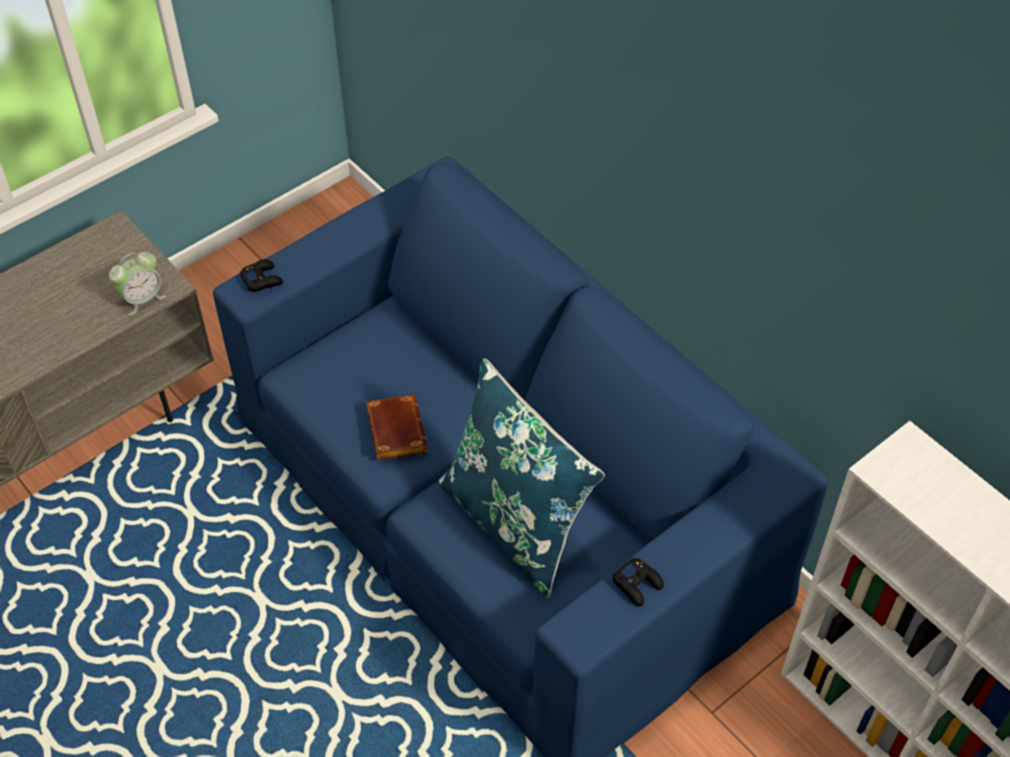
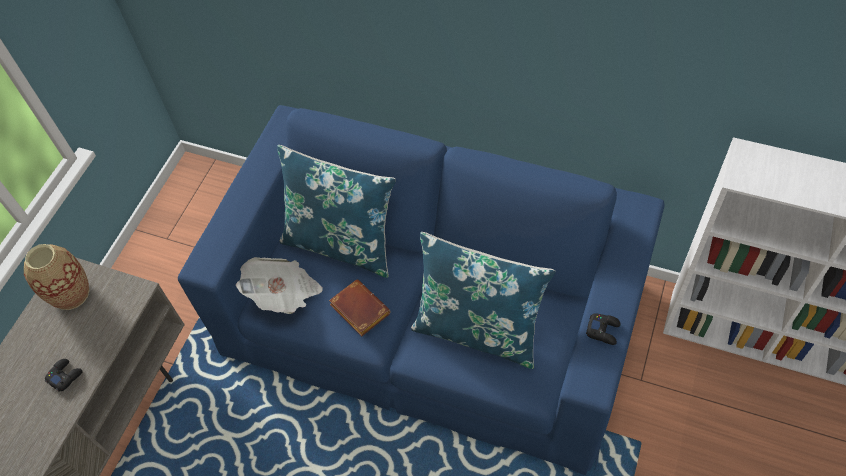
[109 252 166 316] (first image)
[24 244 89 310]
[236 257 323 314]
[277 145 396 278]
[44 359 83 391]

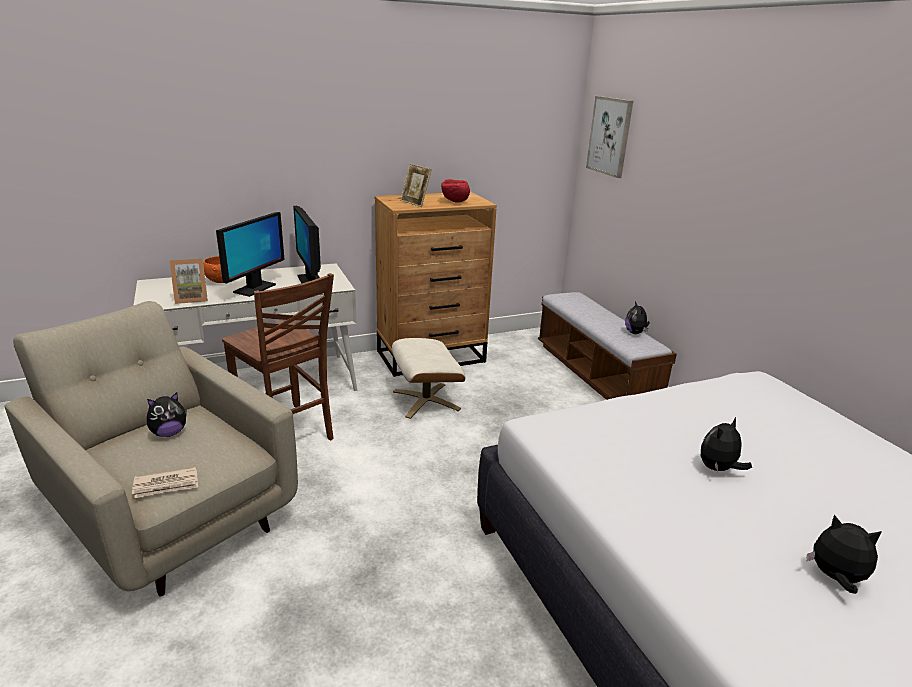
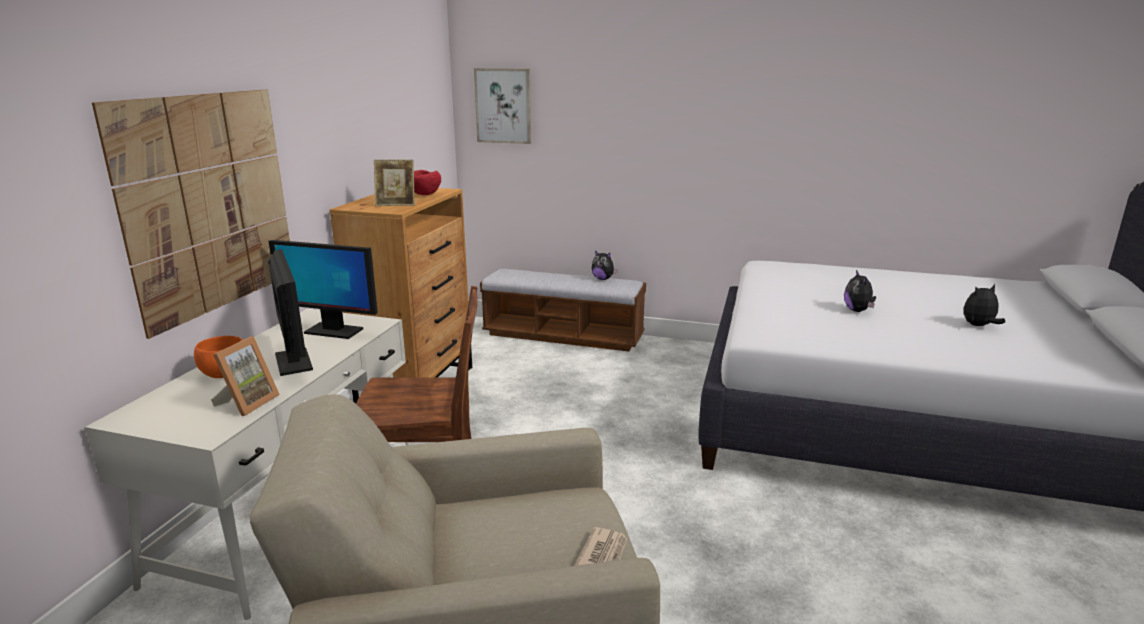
[147 392 187 437] (first image)
[392 338 466 419] (first image)
[92 89 290 339]

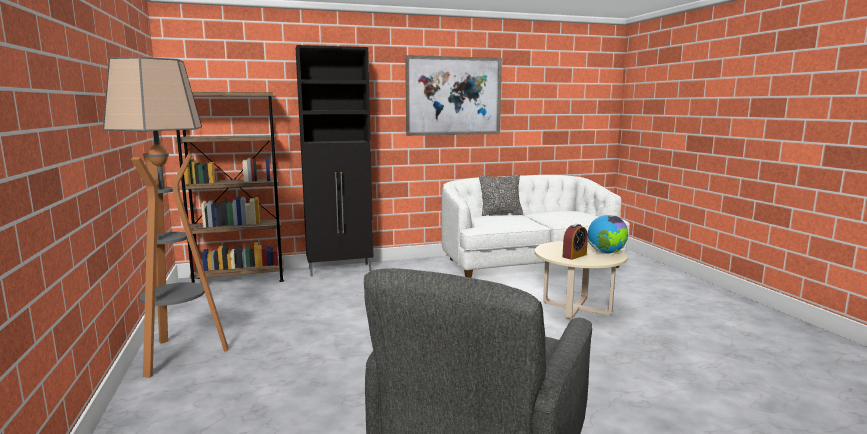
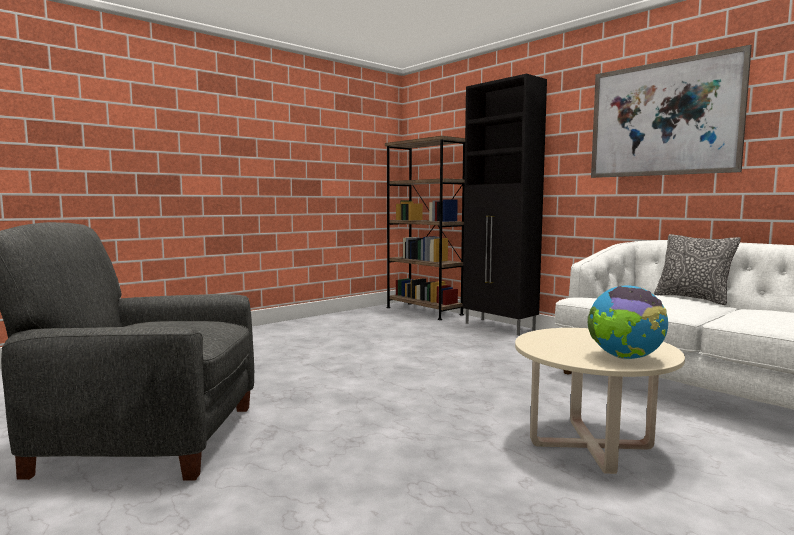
[103 57 229 378] (first image)
[562 224 588 260] (first image)

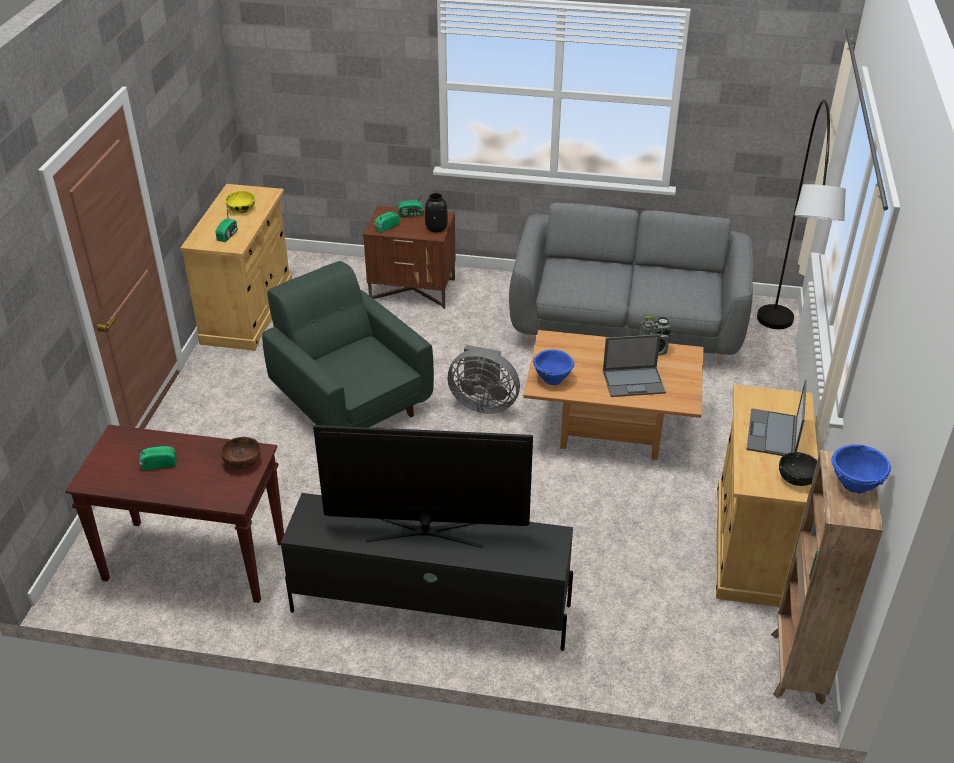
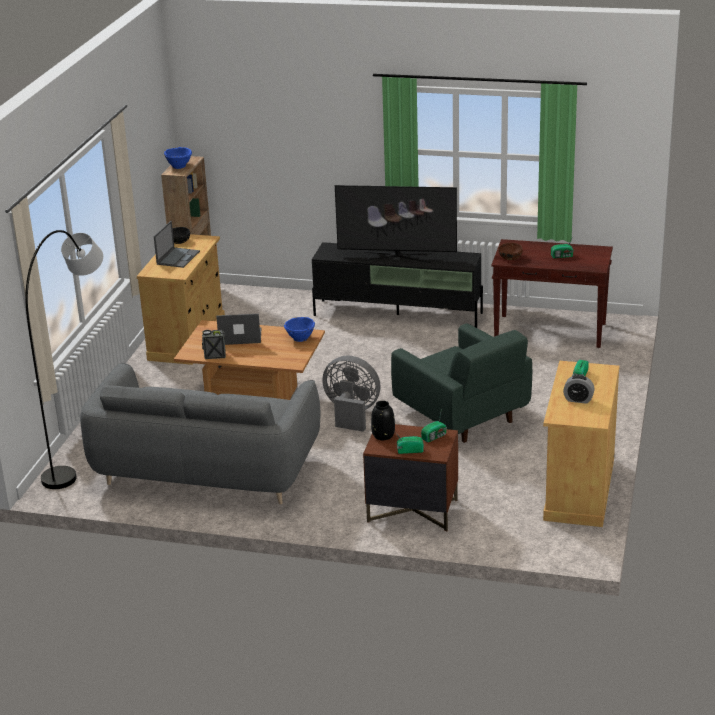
[563 375 595 404]

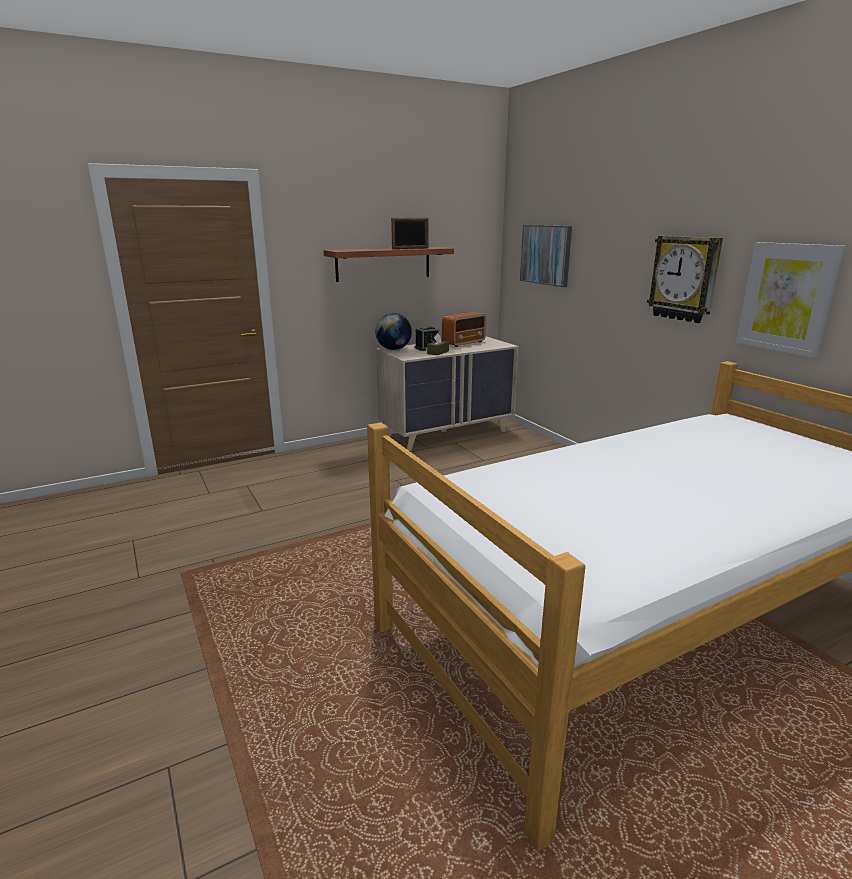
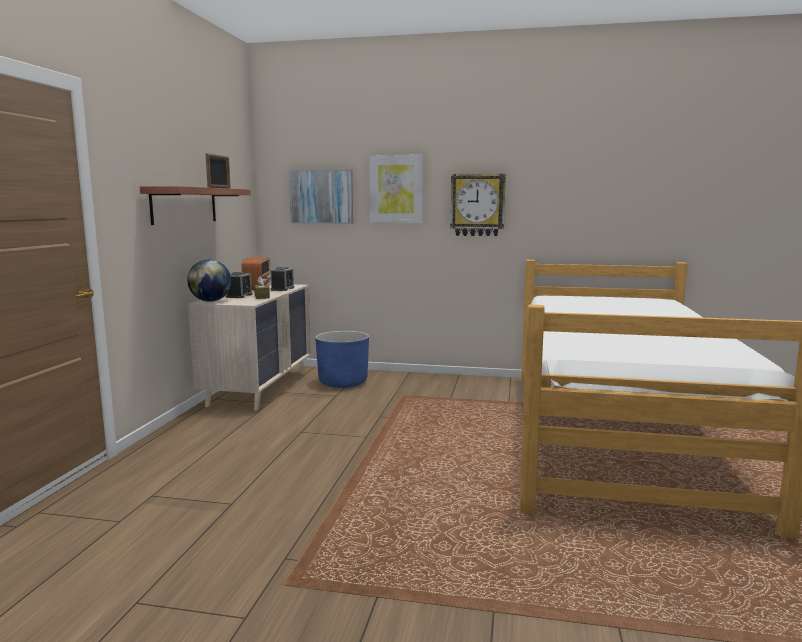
[270 267 294 291]
[315 331 369 388]
[369 155 423 223]

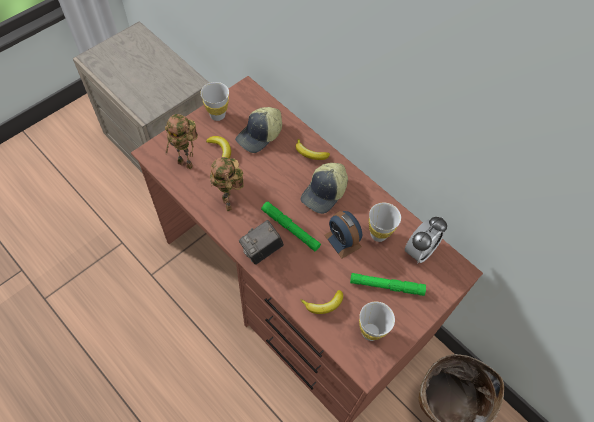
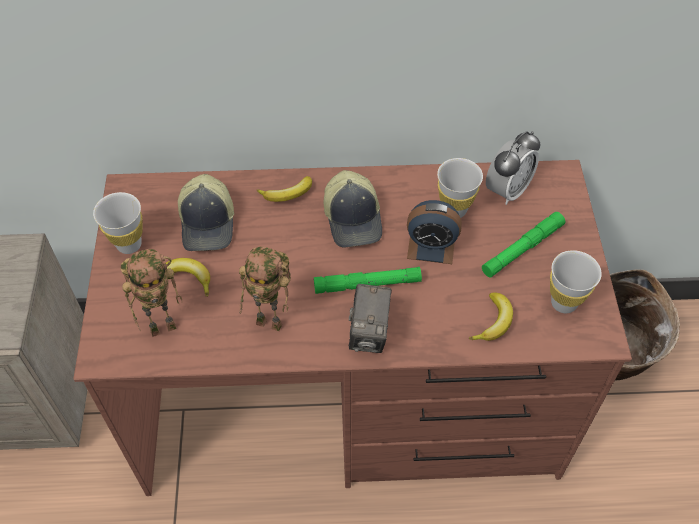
[486 131 541 205]

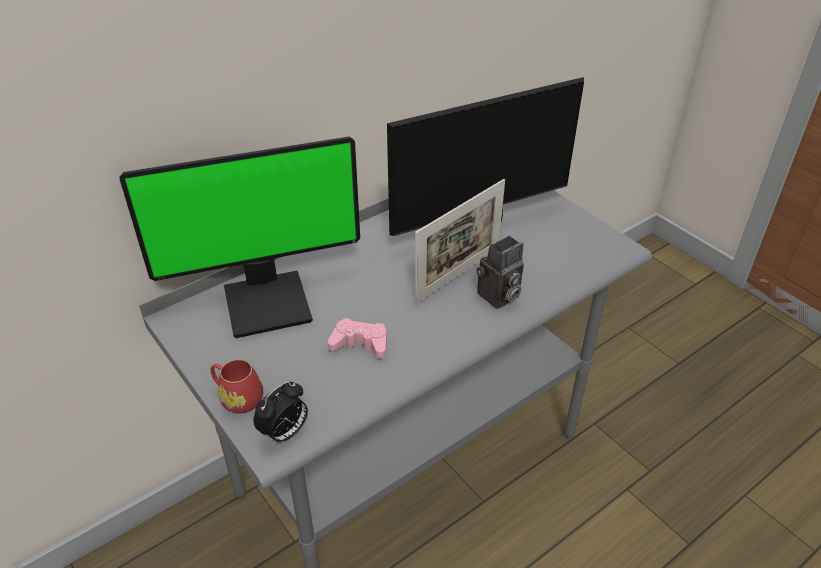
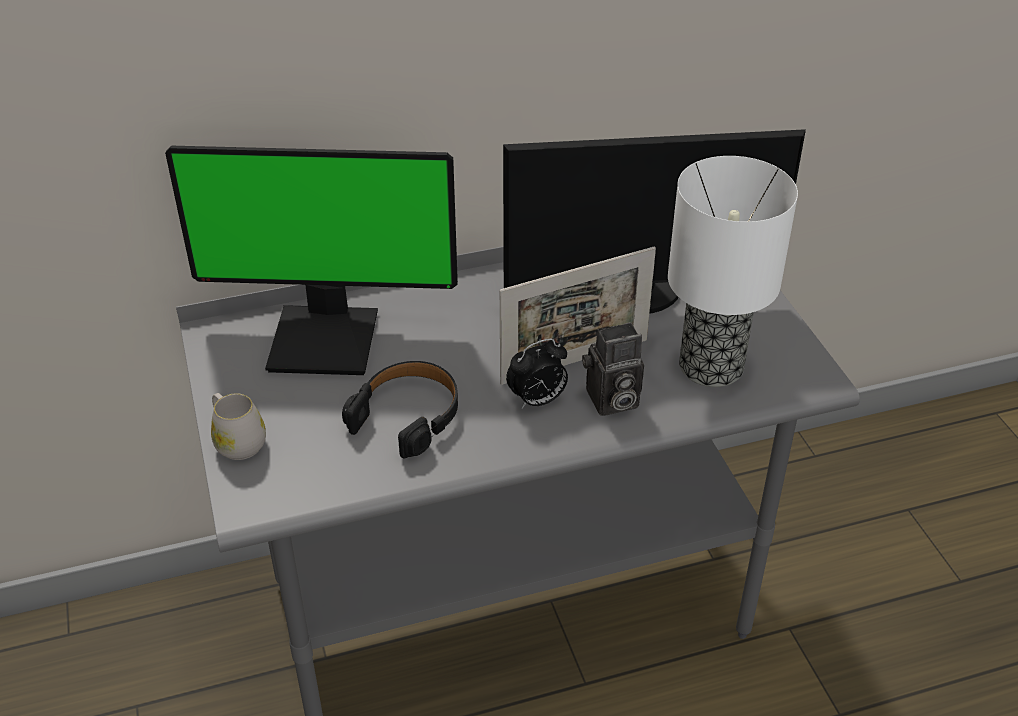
[668 156 798 387]
[506 339 568 409]
[342 361 458 459]
[211 393 266 460]

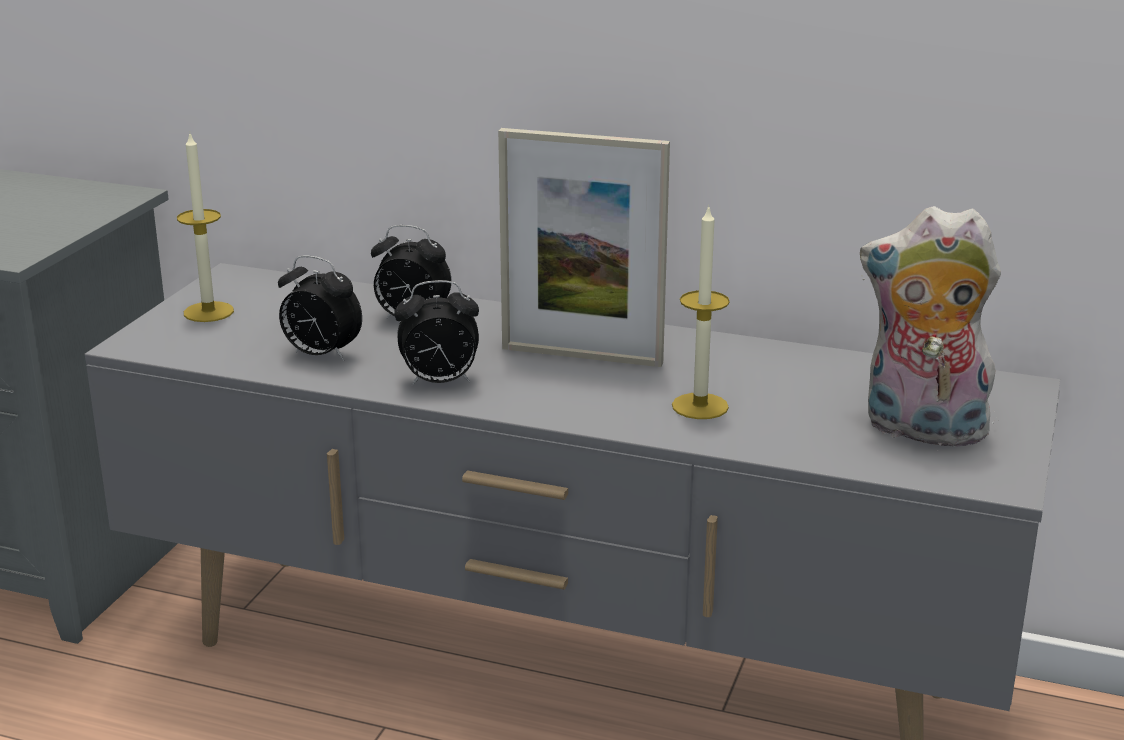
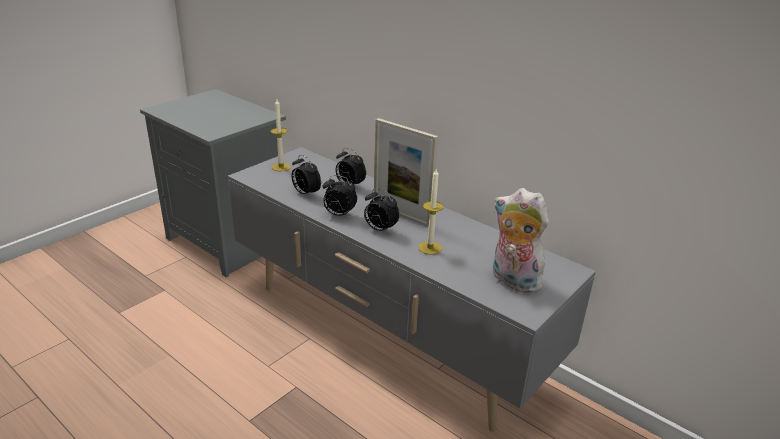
[364 188 399 234]

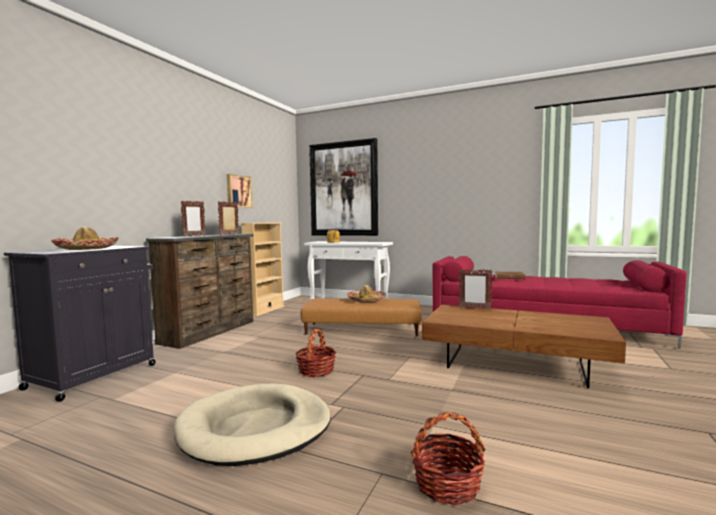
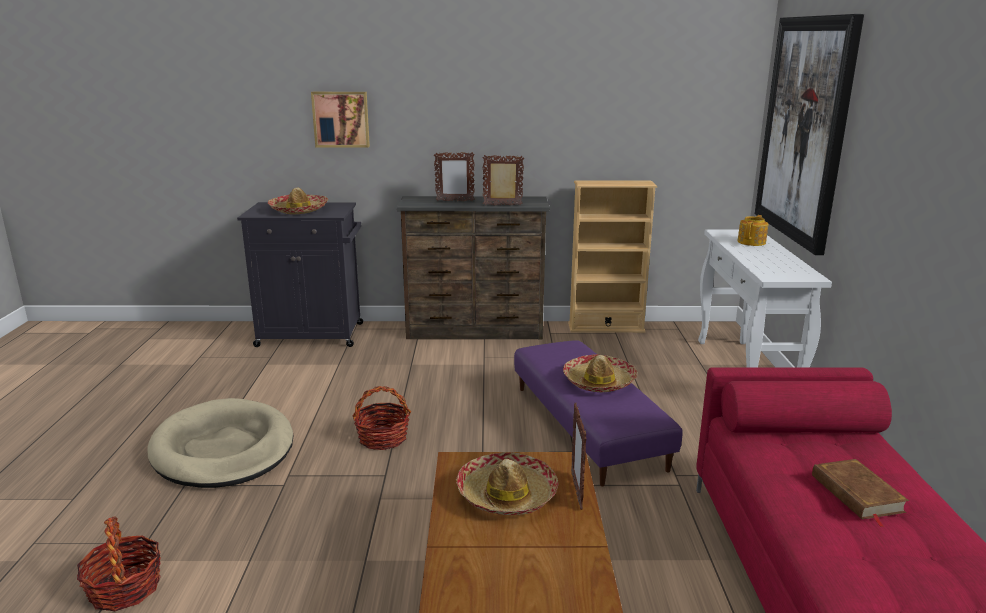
[456 452 558 515]
[311 92 370 148]
[514 340 683 486]

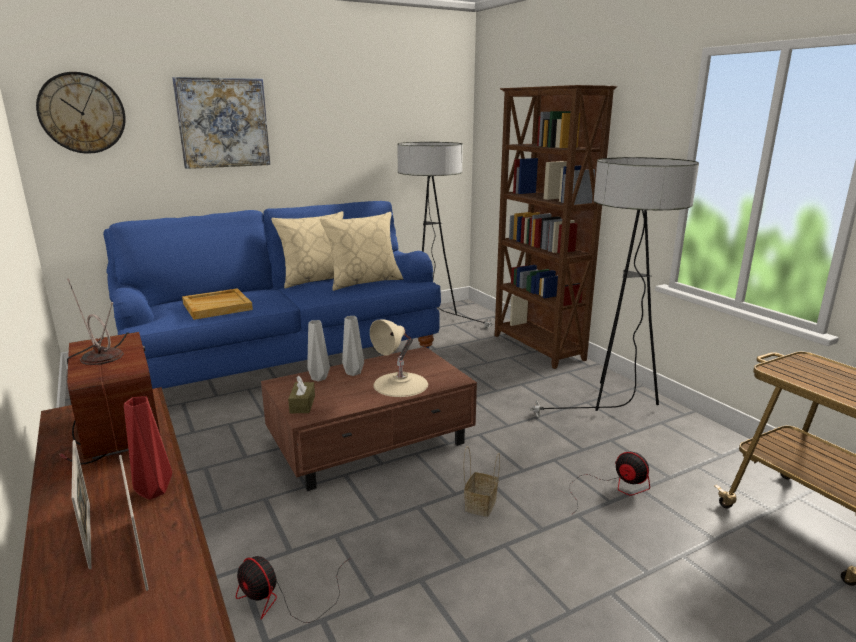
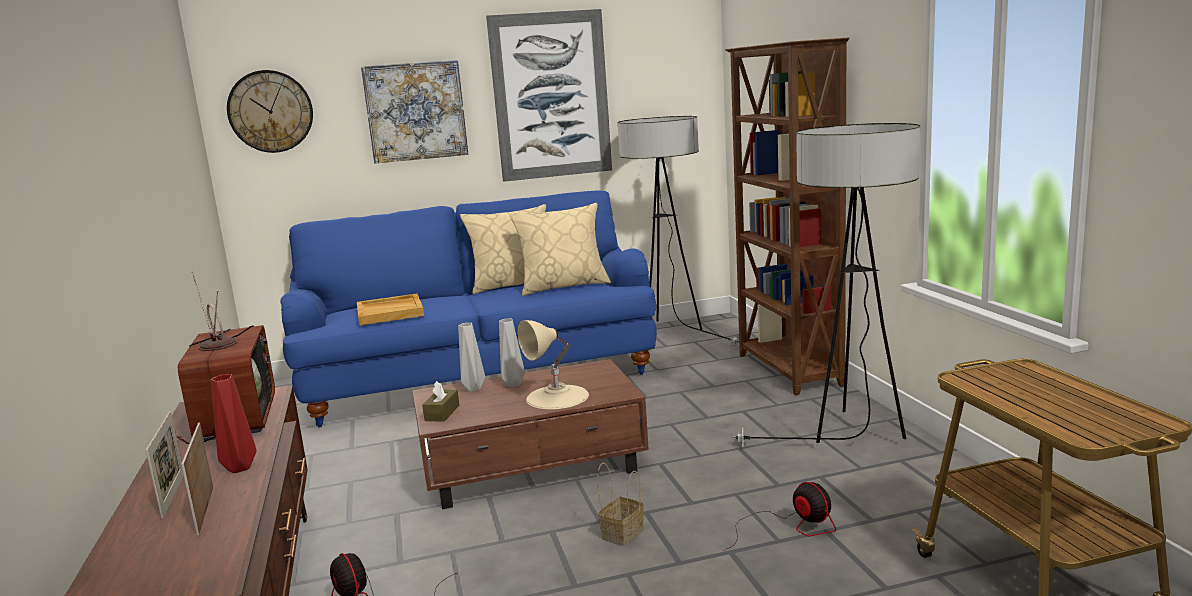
[486 9 612 182]

